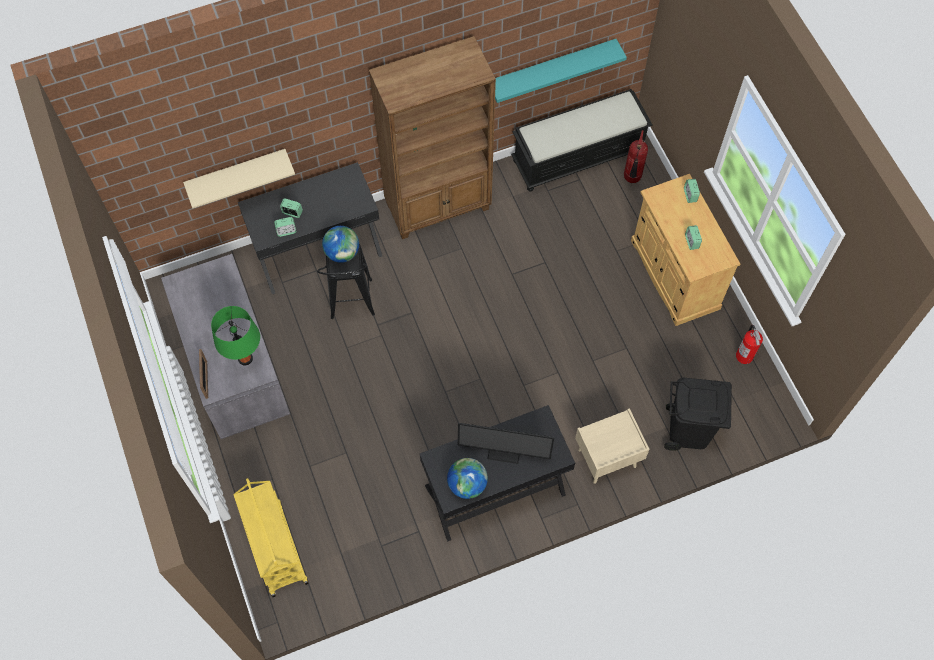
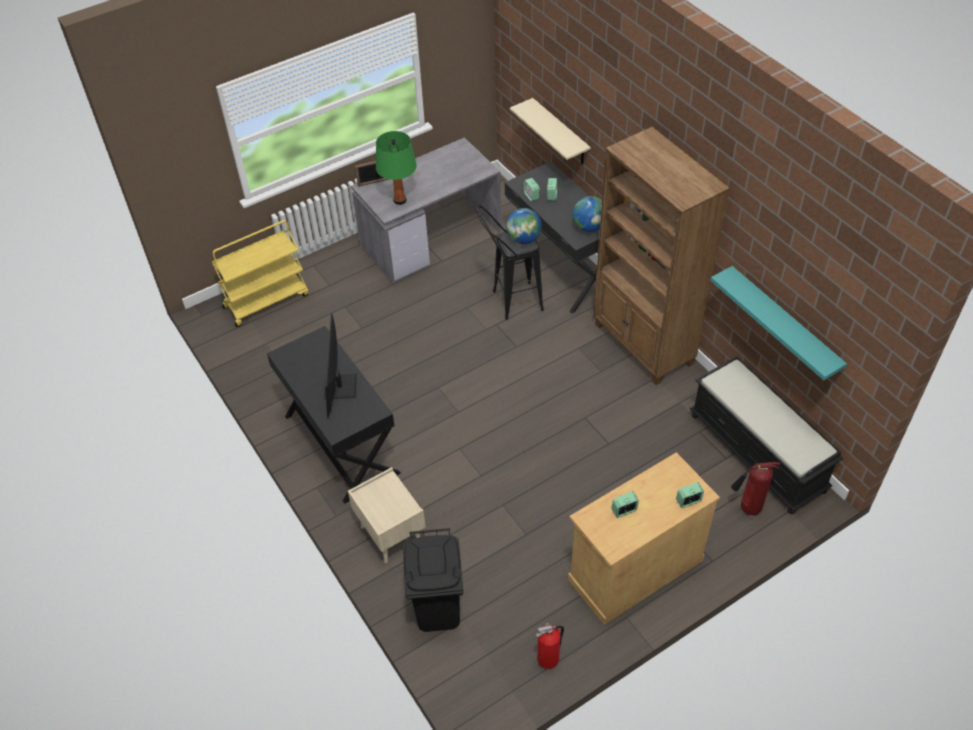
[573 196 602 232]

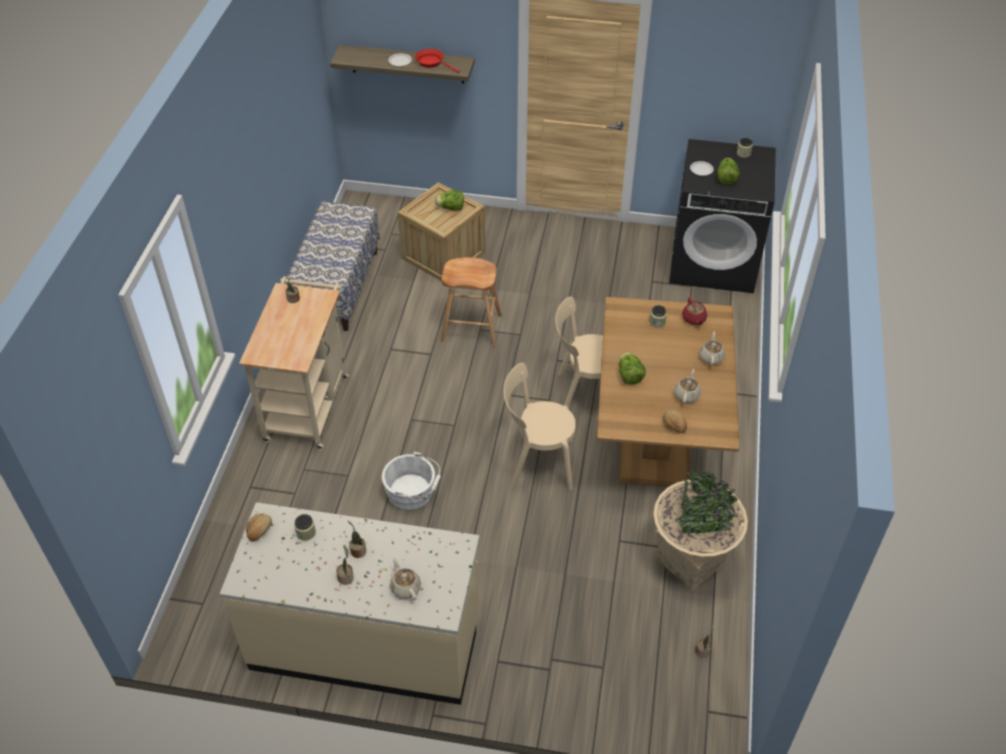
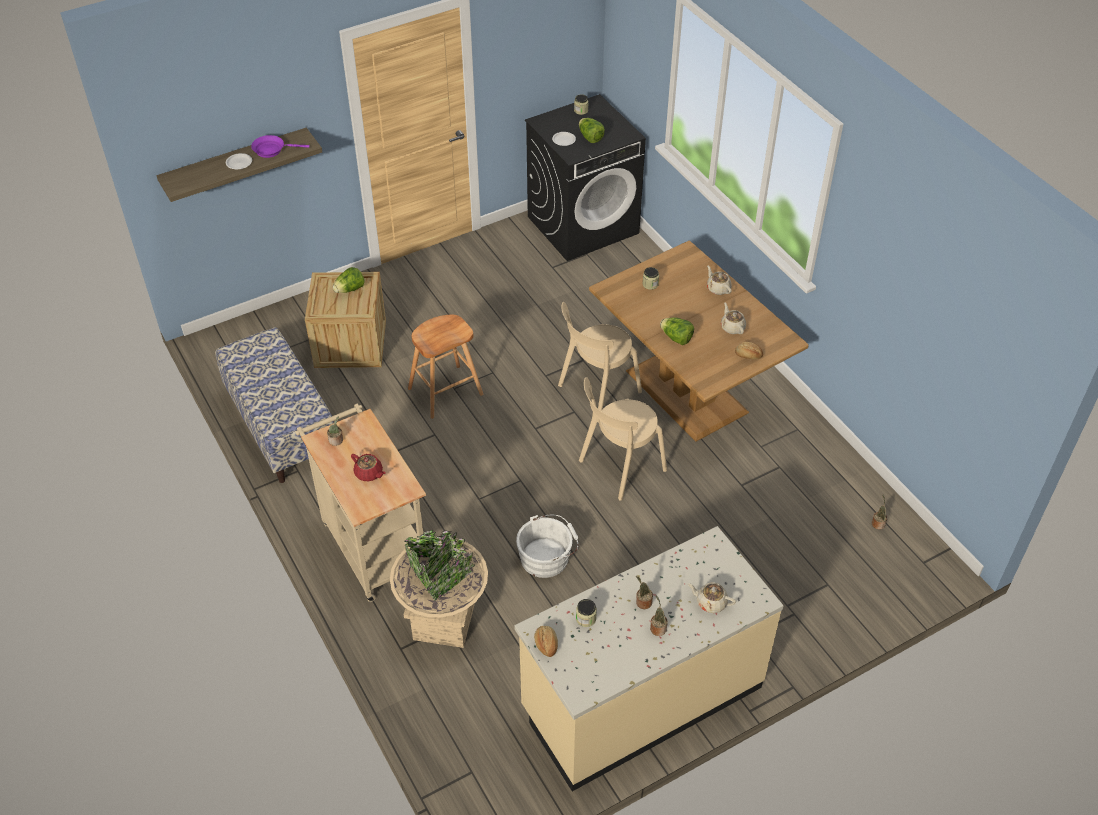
[390 530 488 648]
[351 454 386 481]
[251 135 310 158]

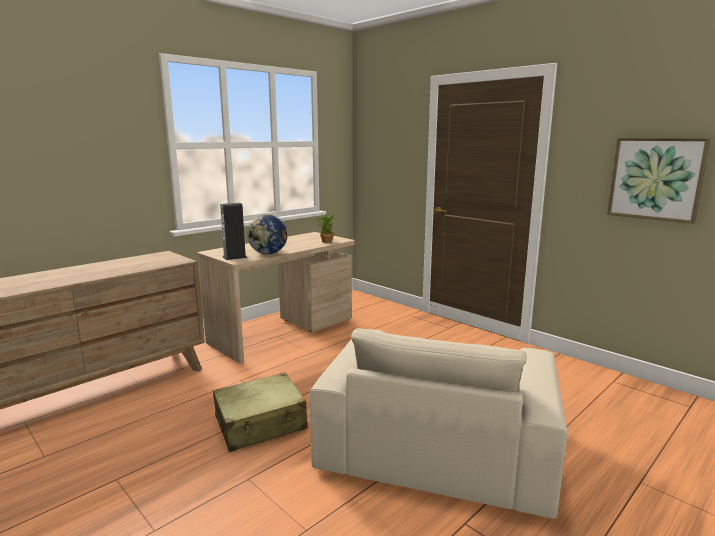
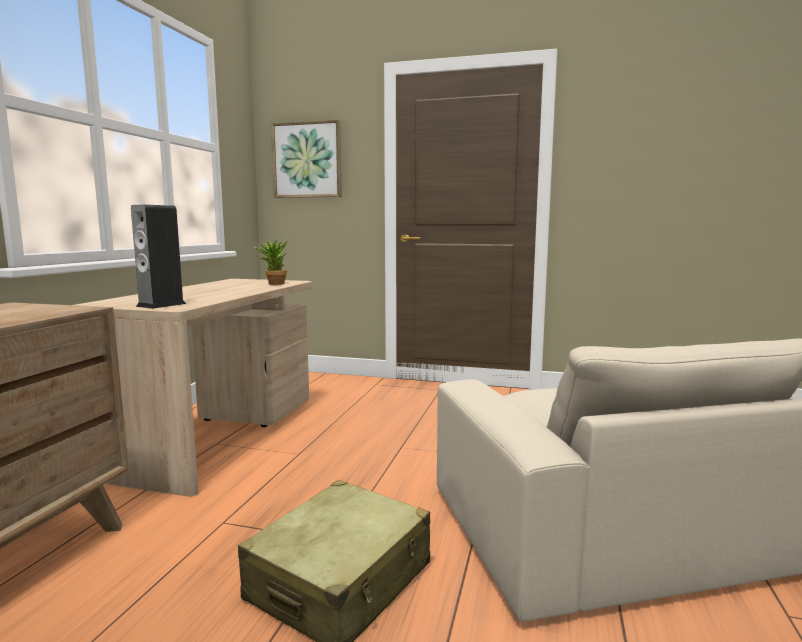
[247 215 288 254] (first image)
[271 120 342 198]

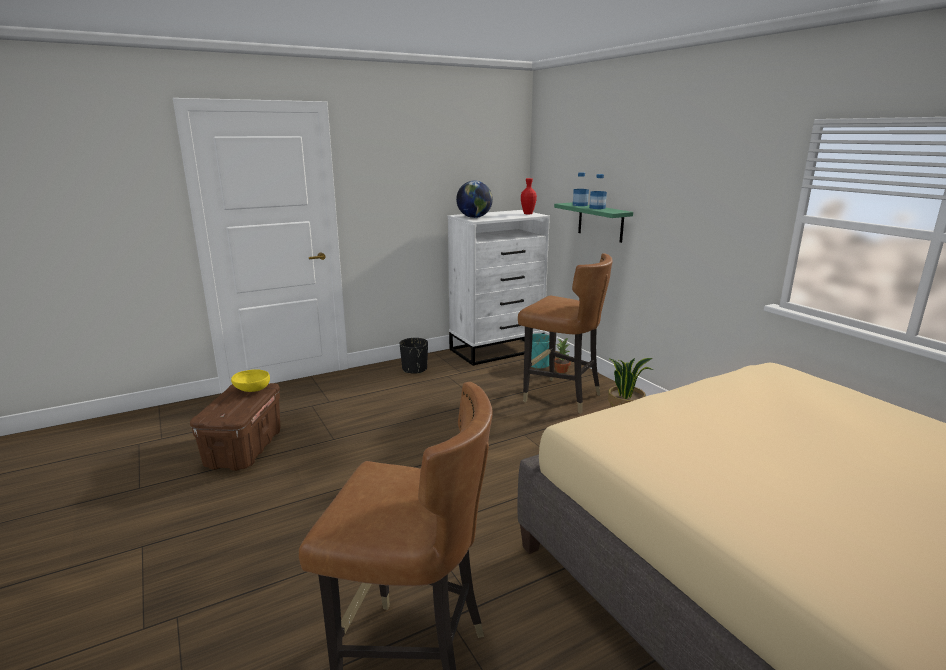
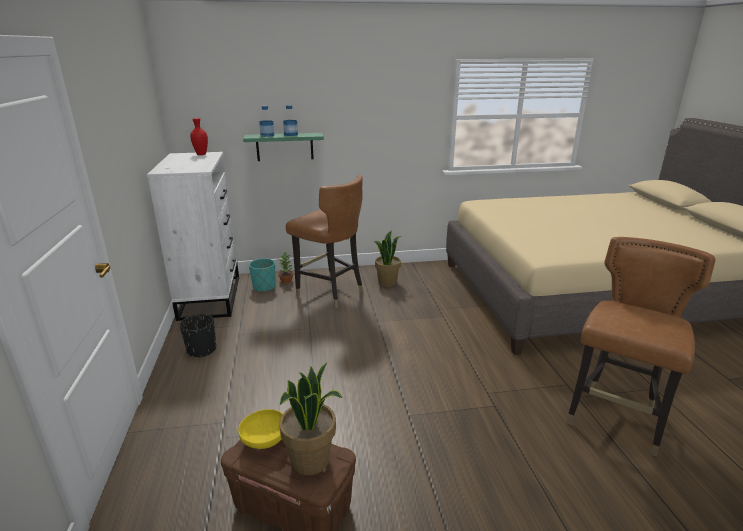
[456 181 493 218] (first image)
[279 362 342 475]
[286 175 363 308]

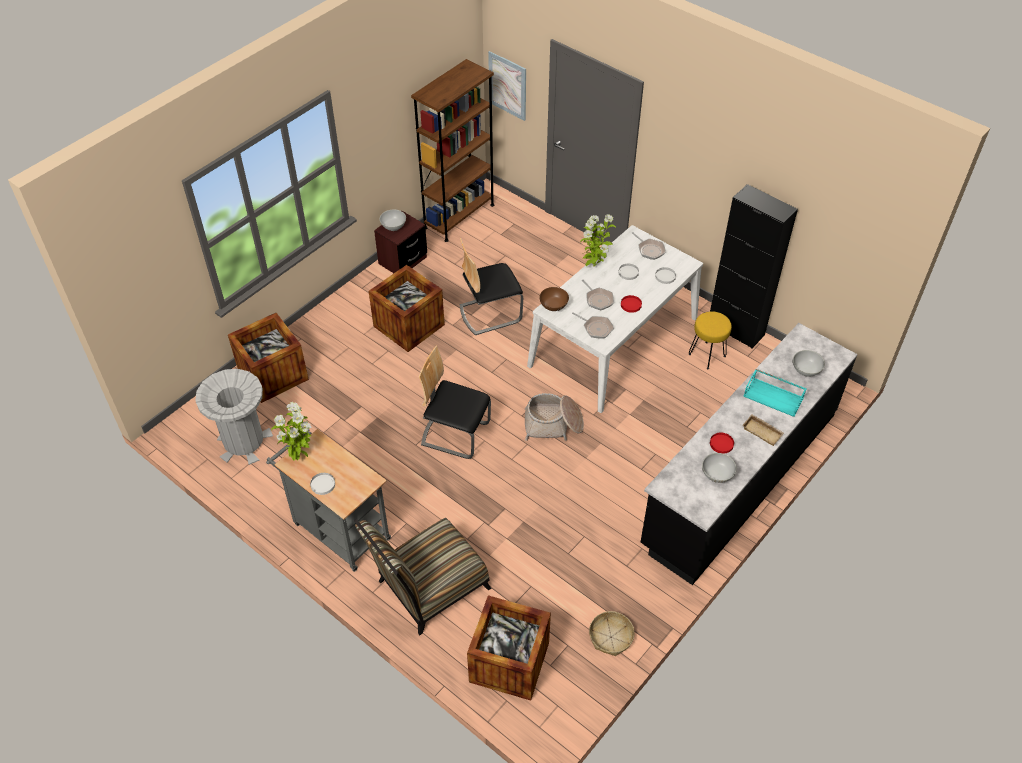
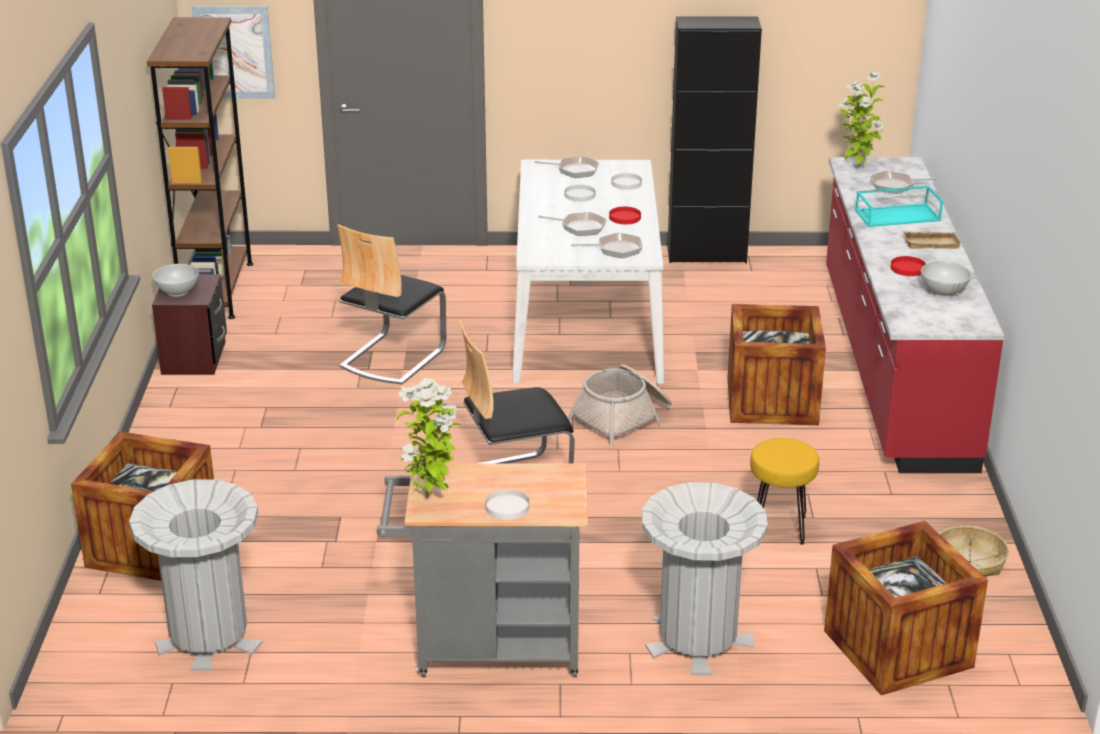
[539 287 569 311] (first image)
[727 304 826 425]
[838 72 884 167]
[750 438 819 545]
[642 482 768 676]
[870 171 938 194]
[826 157 1004 473]

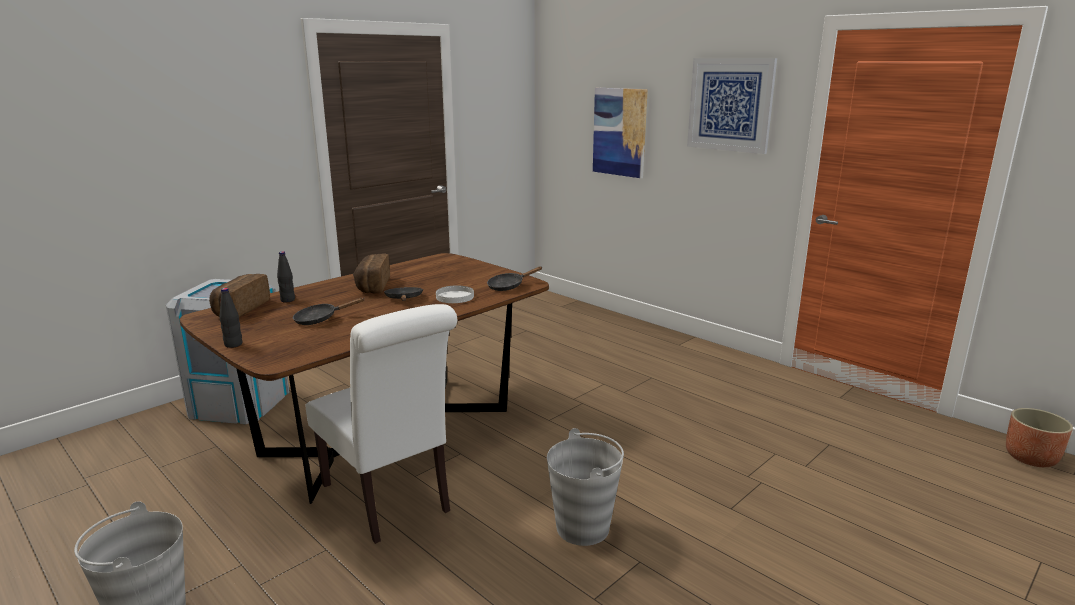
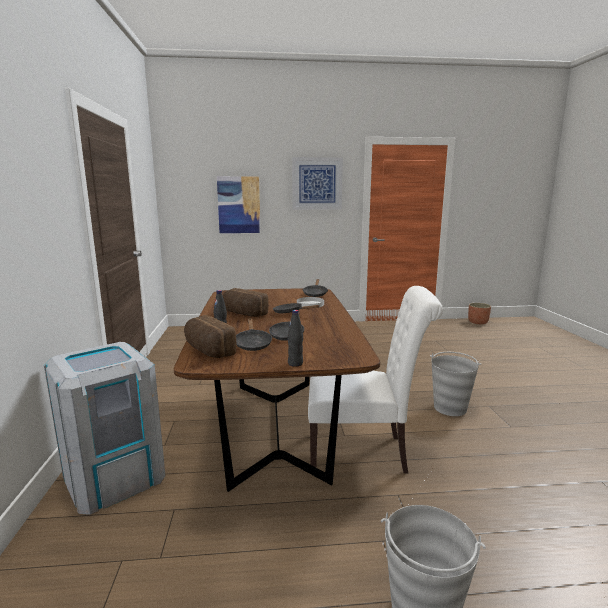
[236 318 273 351]

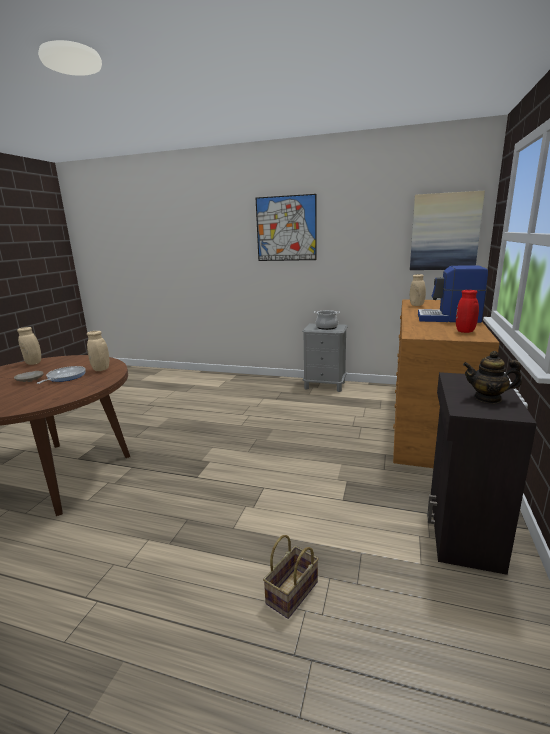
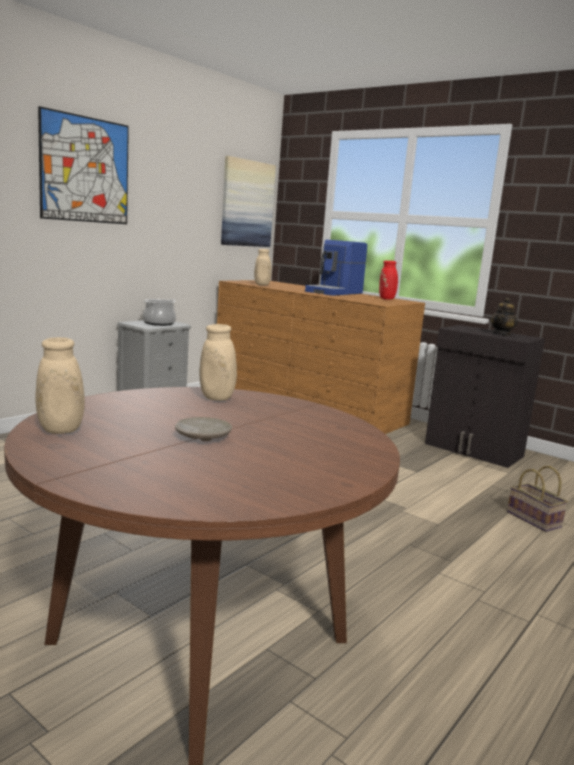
[37 366 86 384] (first image)

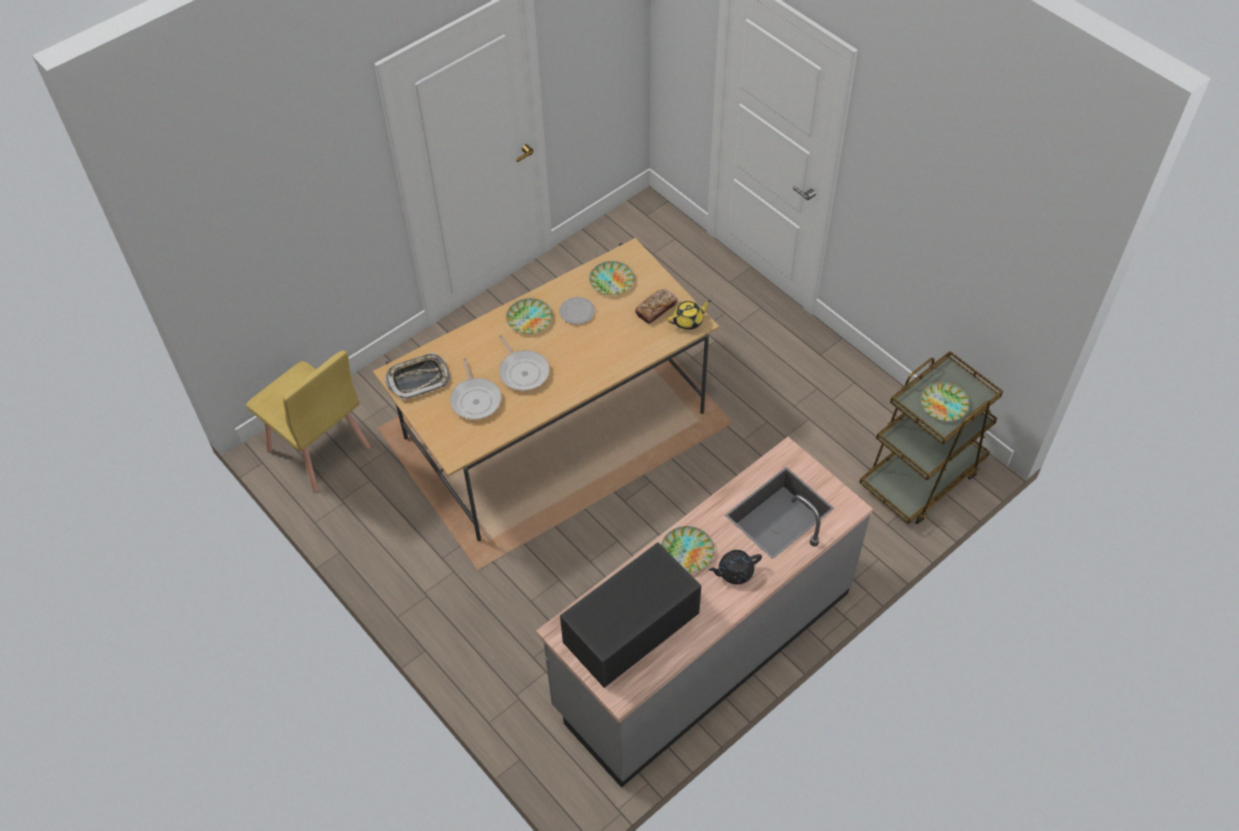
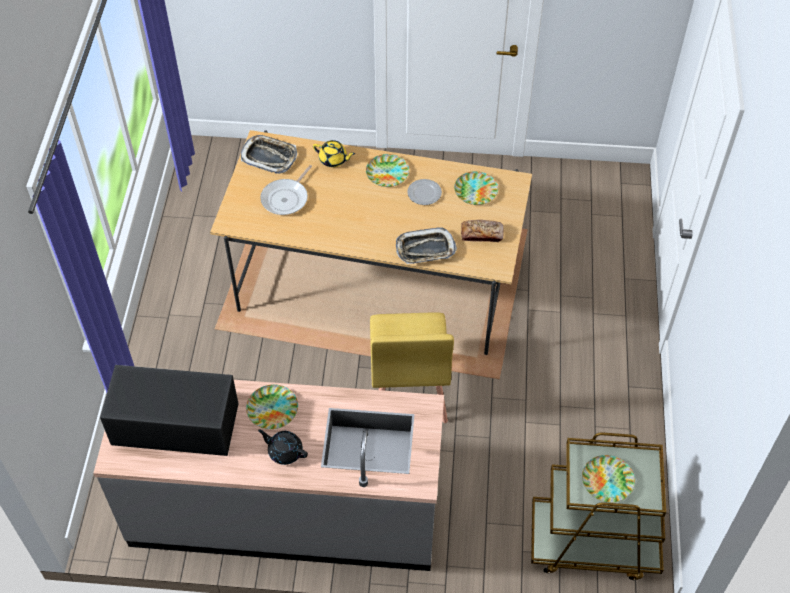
[499 335 550 391] (first image)
[396 227 457 264]
[370 312 454 423]
[313 140 355 167]

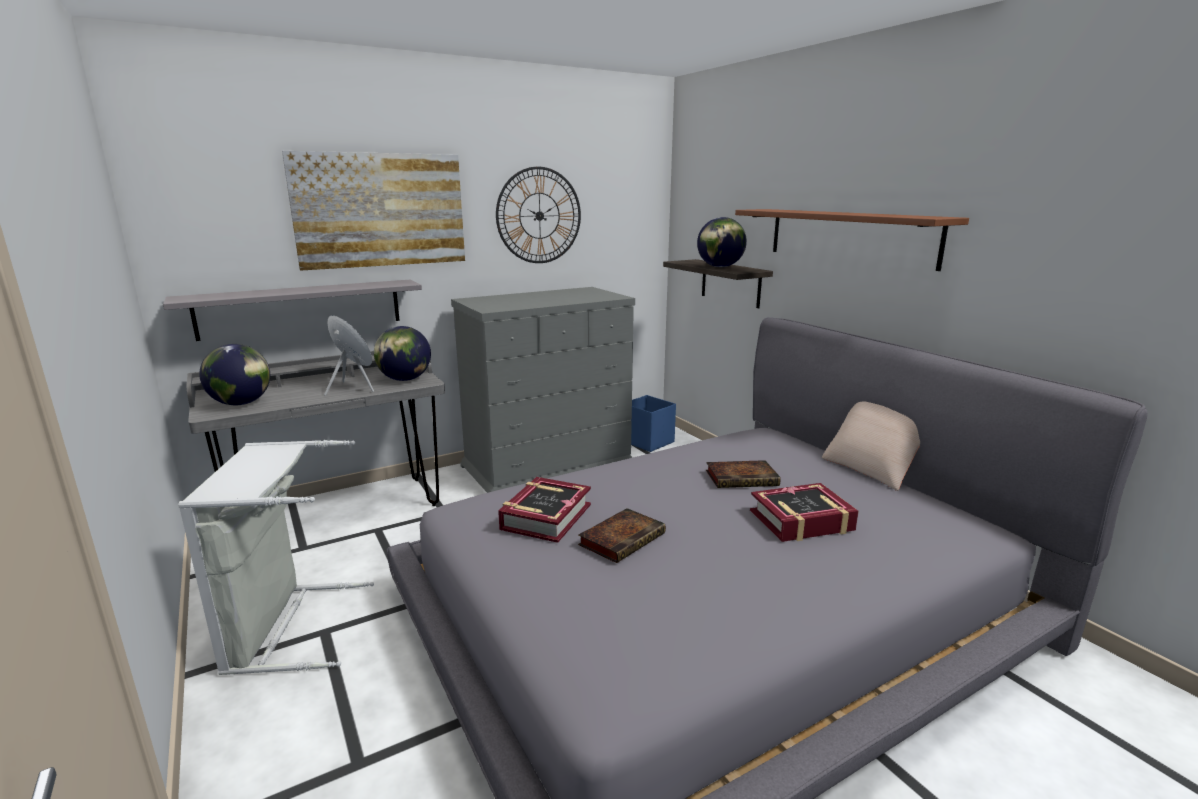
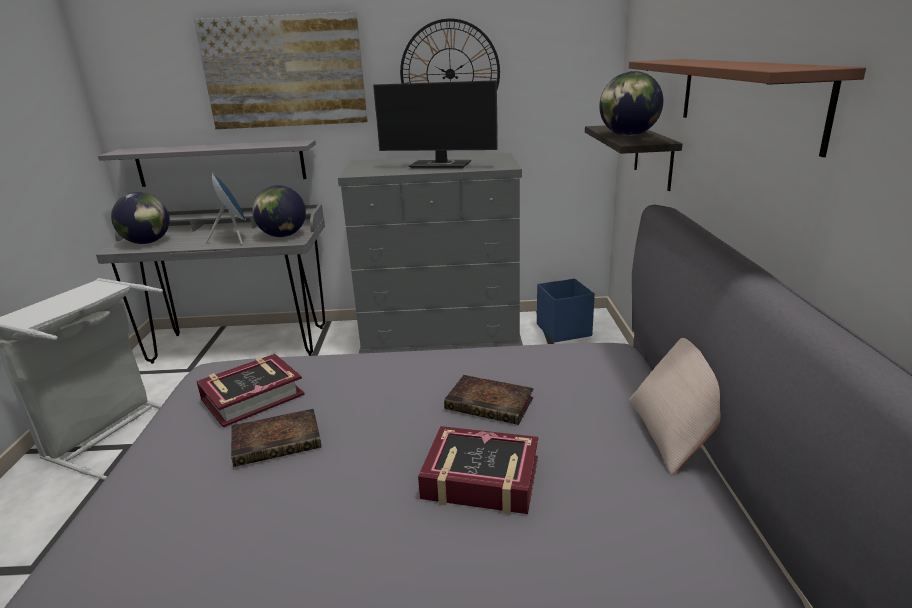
[373 80 498 169]

